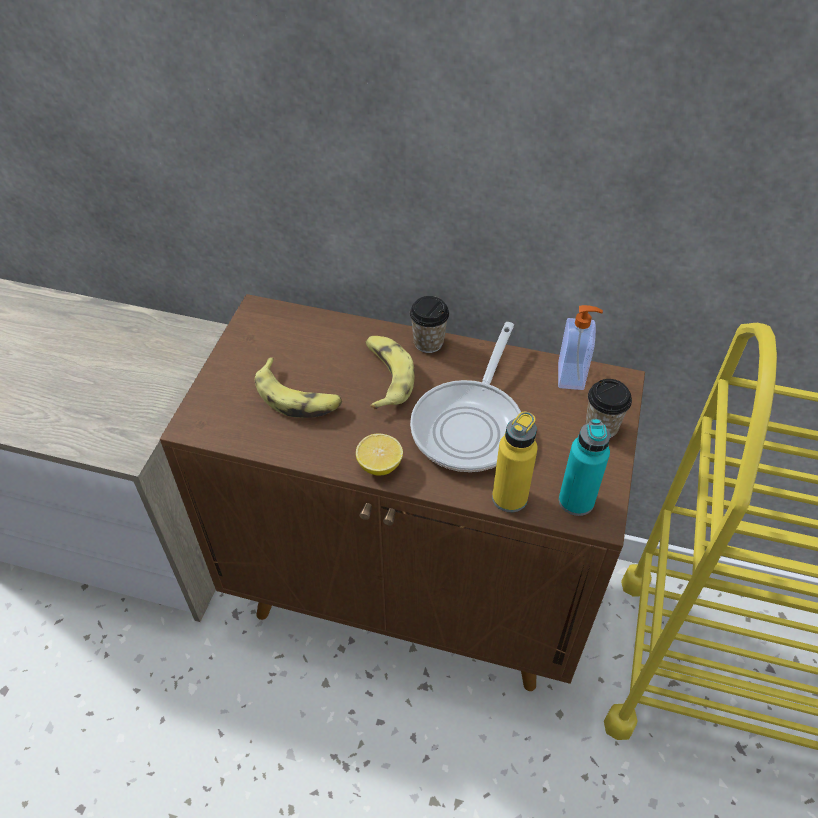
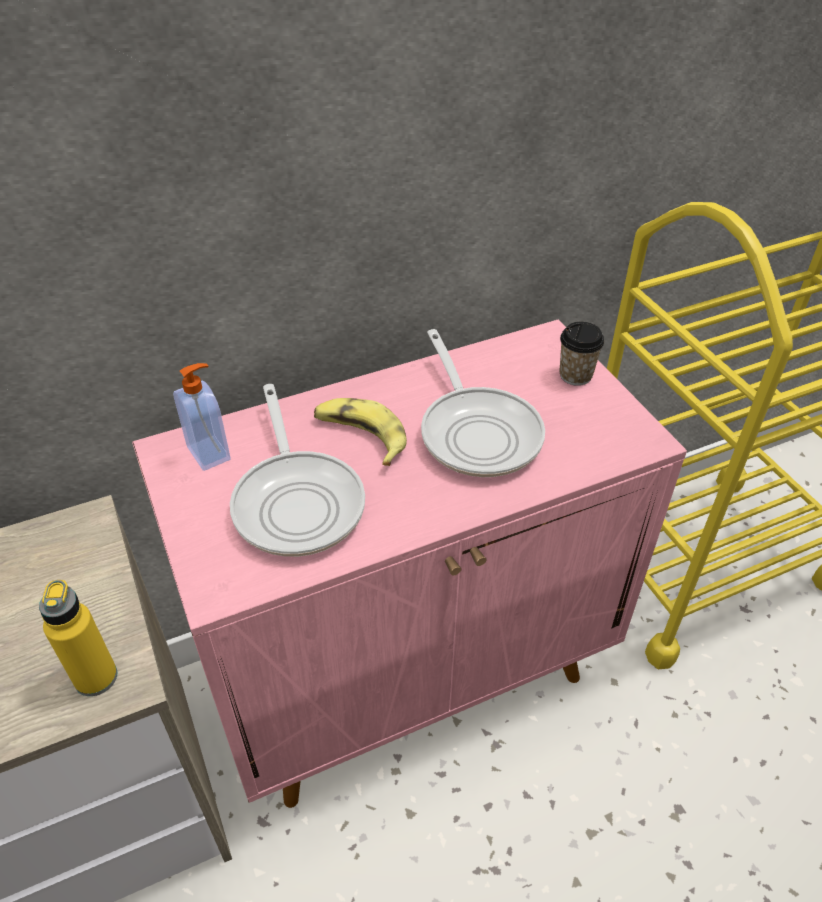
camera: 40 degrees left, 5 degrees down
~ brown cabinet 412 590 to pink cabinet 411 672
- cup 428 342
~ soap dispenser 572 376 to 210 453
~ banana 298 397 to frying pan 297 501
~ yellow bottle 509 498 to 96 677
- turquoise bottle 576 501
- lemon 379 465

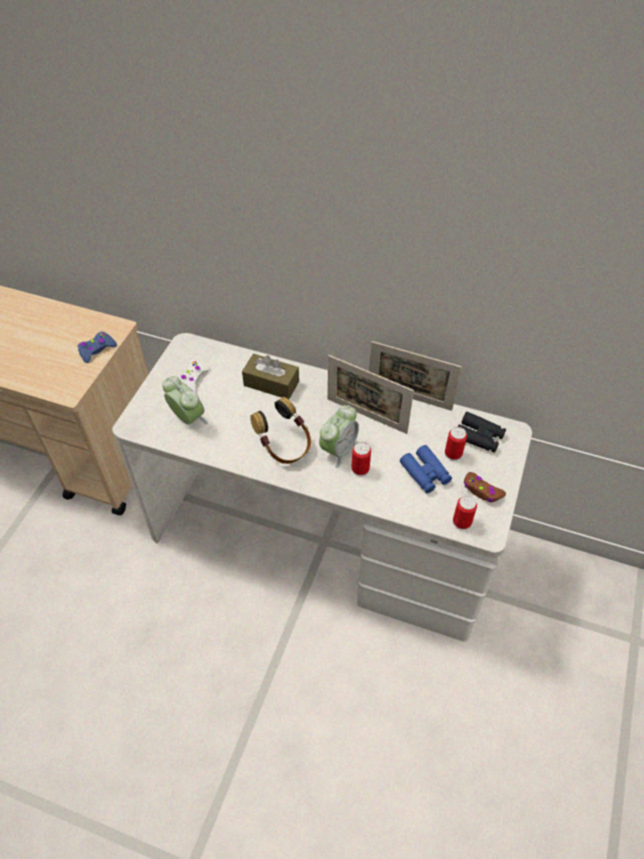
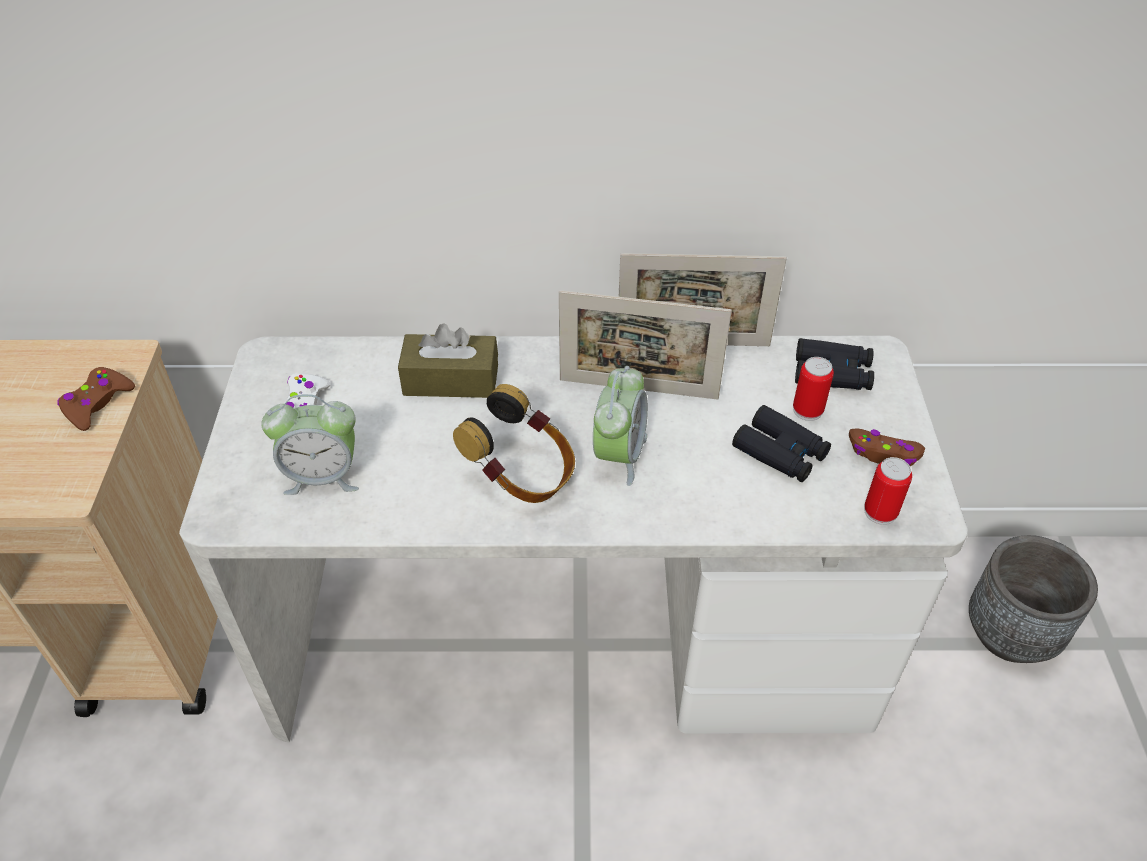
camera: 20 degrees left, 5 degrees down
~ blue game controller 97 350 to brown game controller 97 404
~ alarm clock 187 418 = 323 476 150 degrees clockwise
- can 360 469
~ blue binoculars 425 473 to black binoculars 780 452
+ grey planter 1010 634

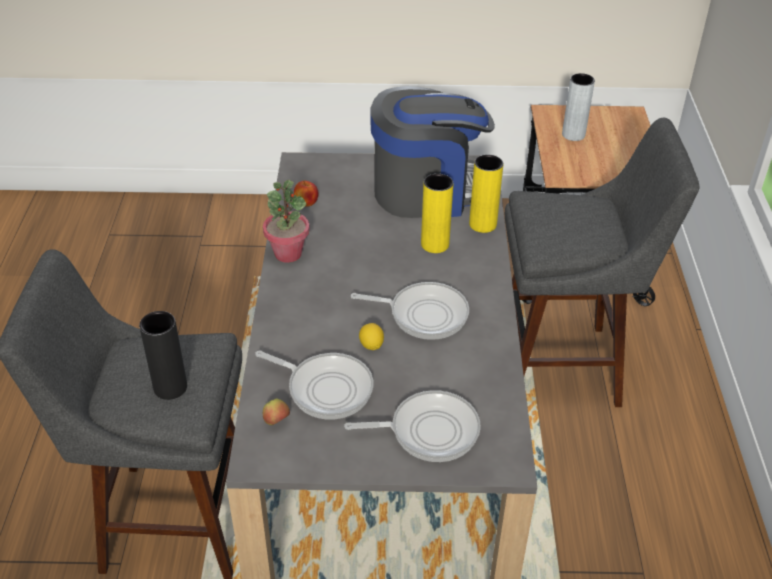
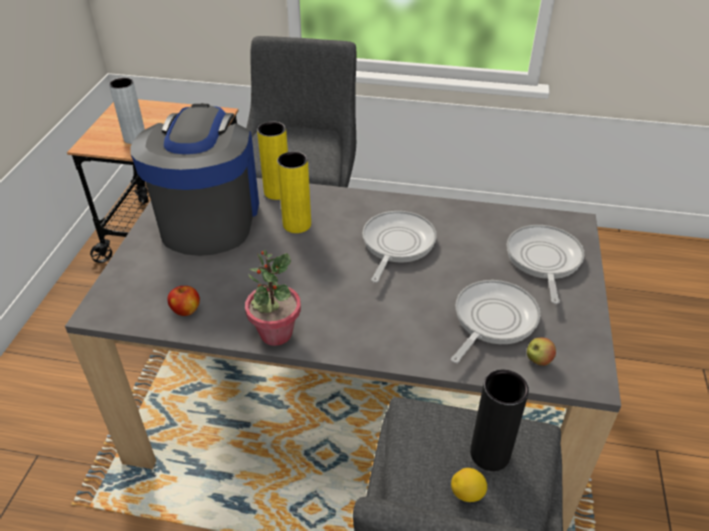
camera: 80 degrees left, 0 degrees up
~ lemon 371 345 to 467 493

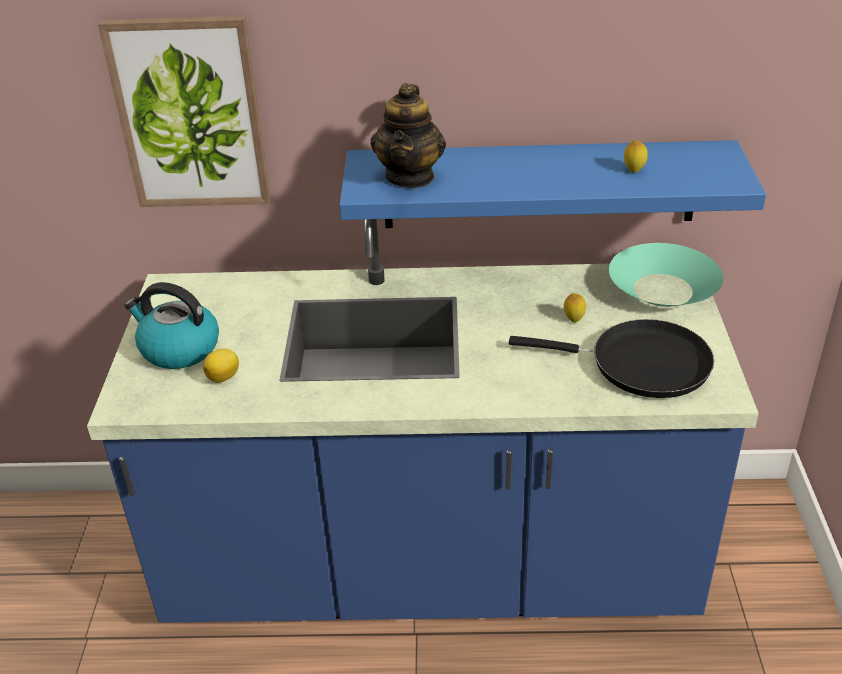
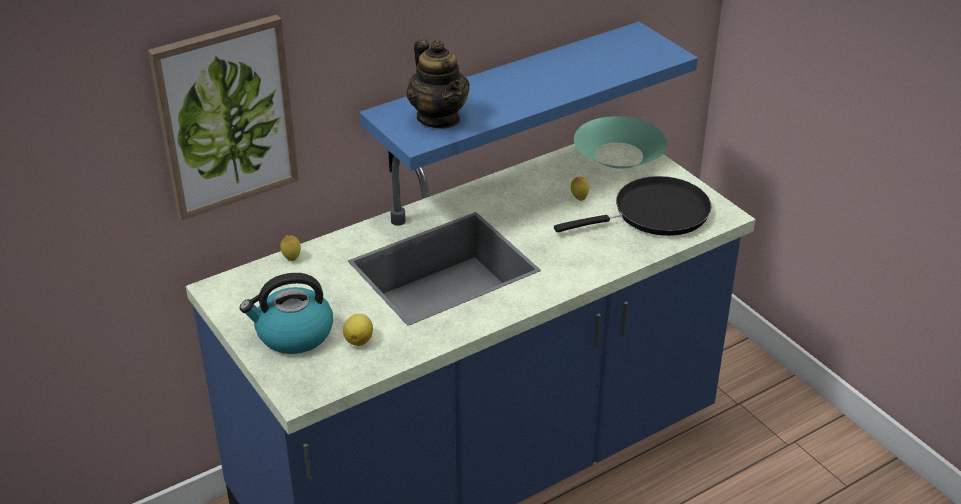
camera: 35 degrees left, 0 degrees up
~ lemon 634 170 to 291 258

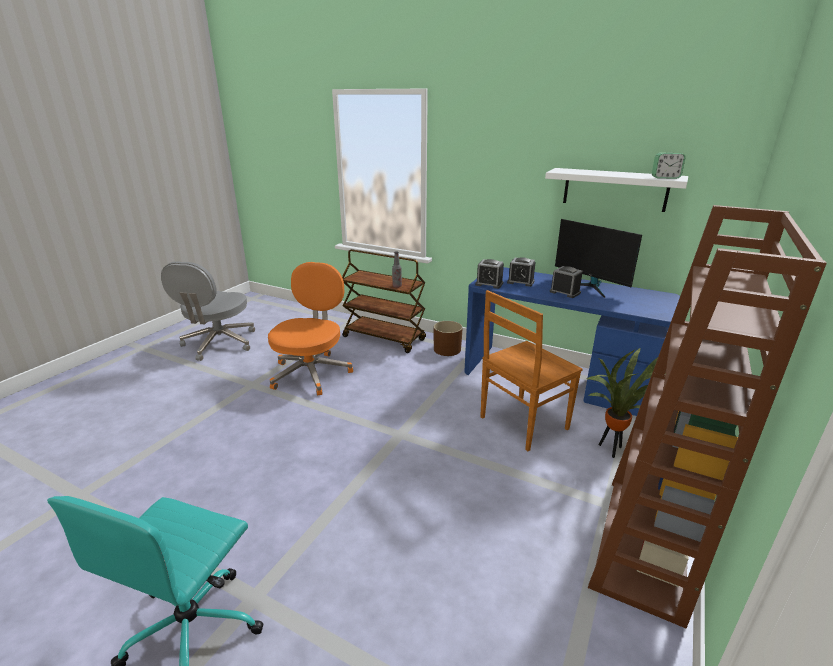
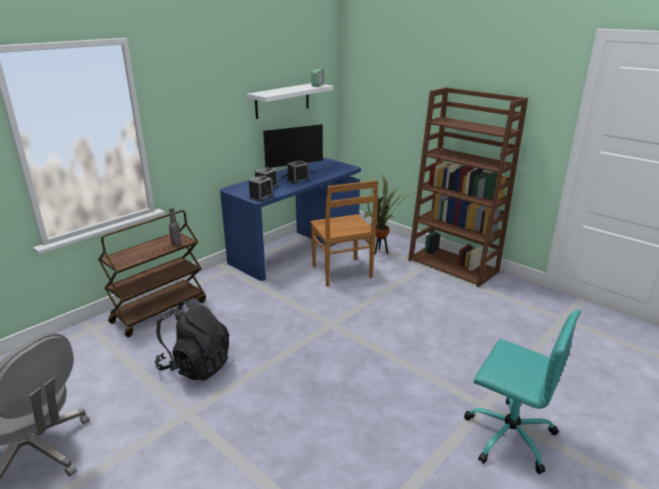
camera: 75 degrees left, 0 degrees up
~ orange office chair 311 373 to black backpack 195 366
- brown planter 447 349

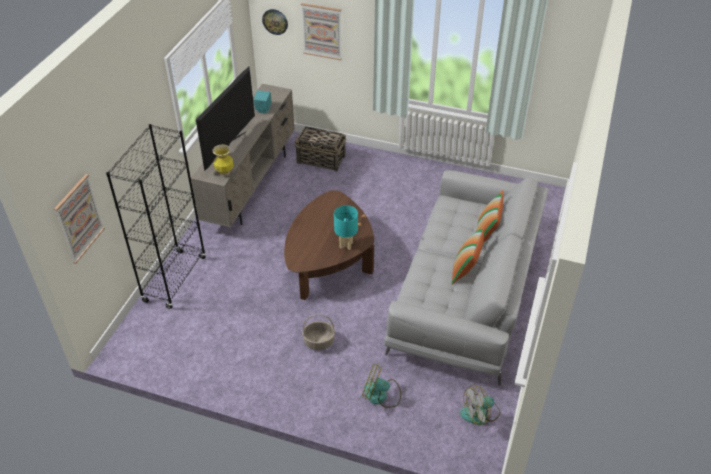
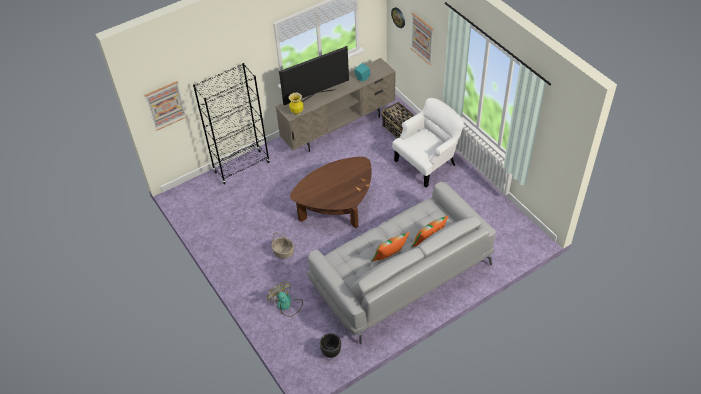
camera: 40 degrees right, 5 degrees up
- turquoise table lamp 346 245
~ fan 480 413 to black planter 331 352
+ white armchair 427 162

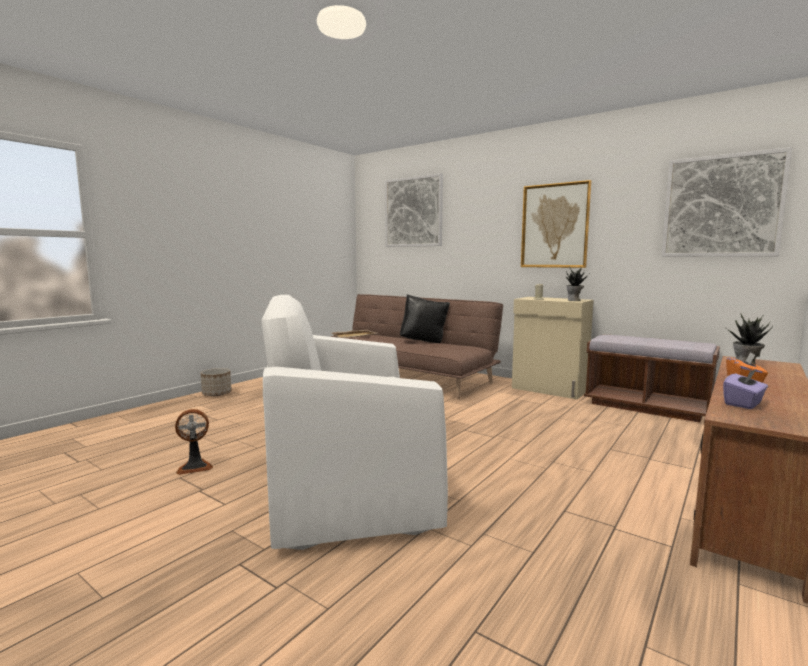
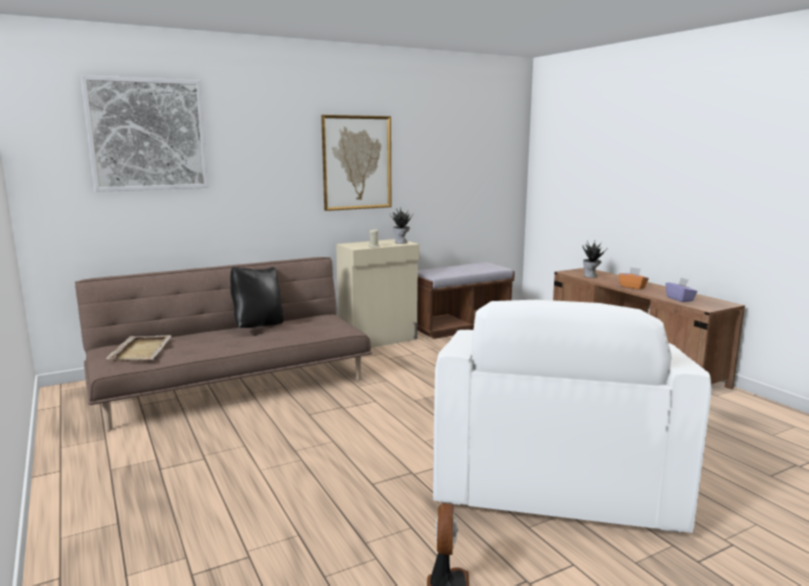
camera: 65 degrees left, 5 degrees up
- picture 721 206
- planter 216 394

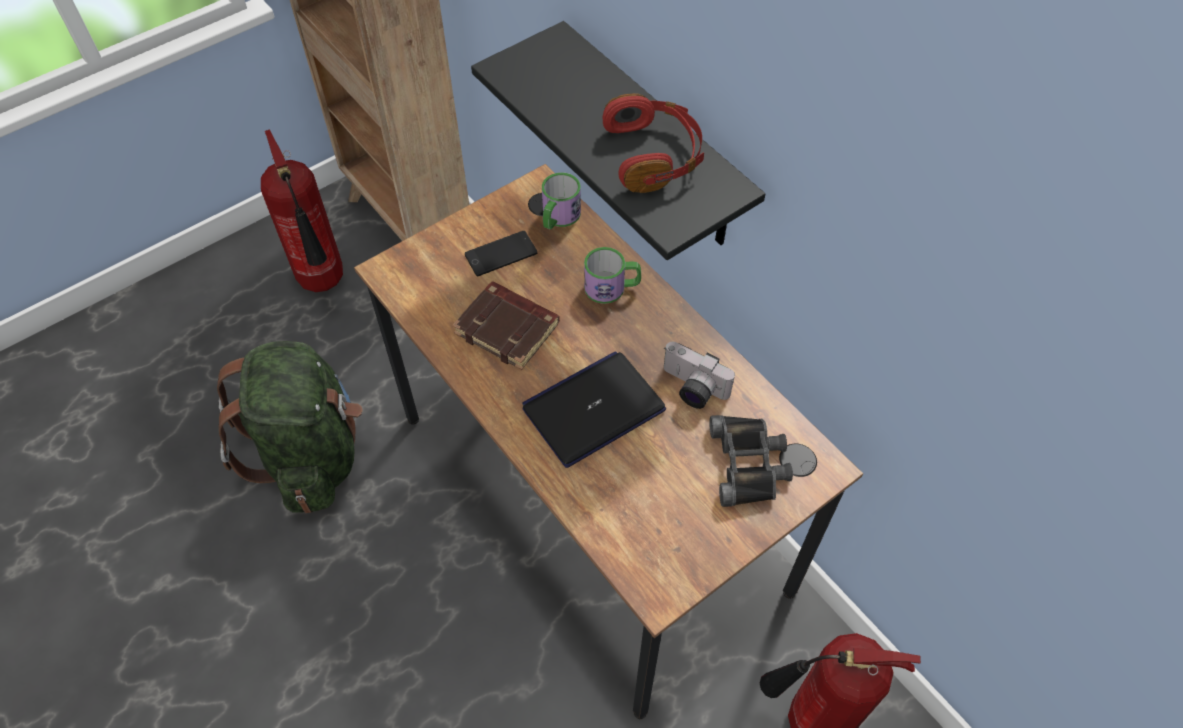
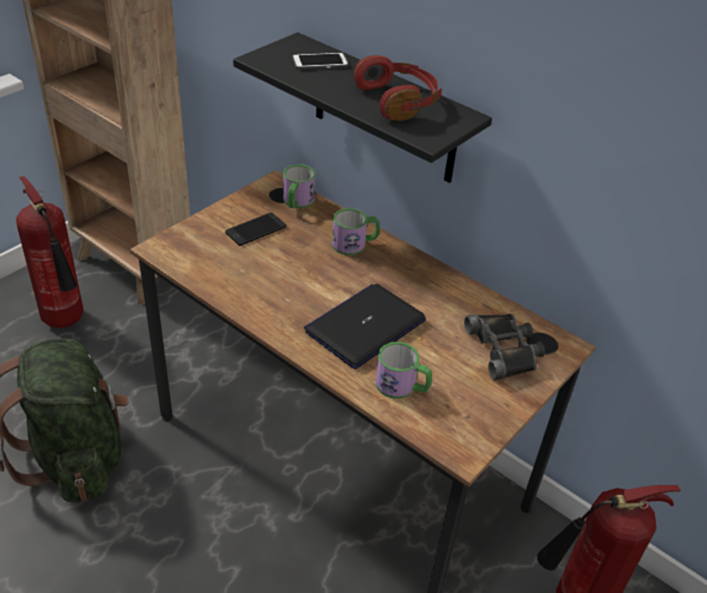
camera: 15 degrees left, 15 degrees down
- brown book 509 329
- photo camera 691 388
+ phone 320 62
+ mug 402 386

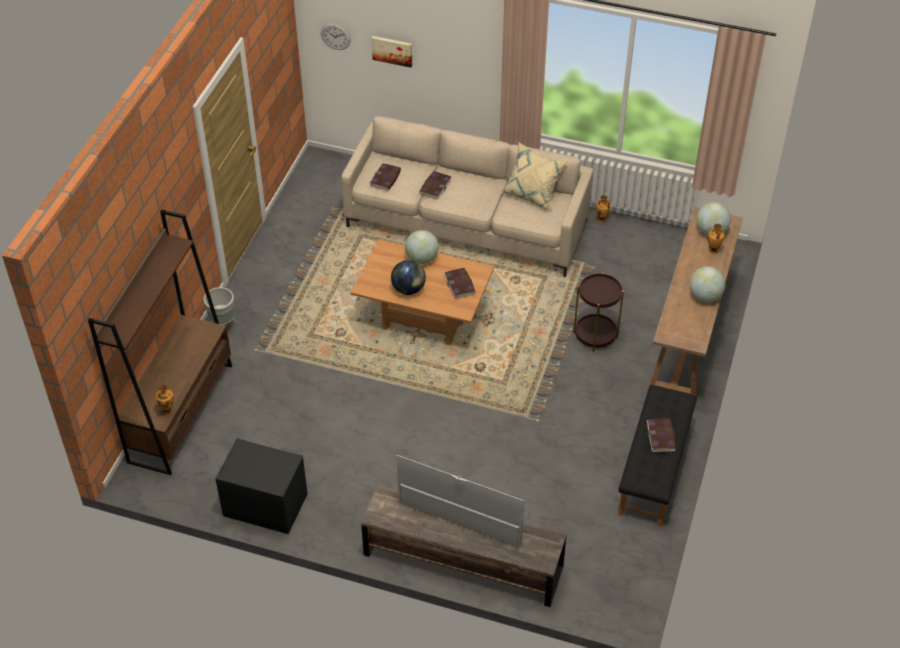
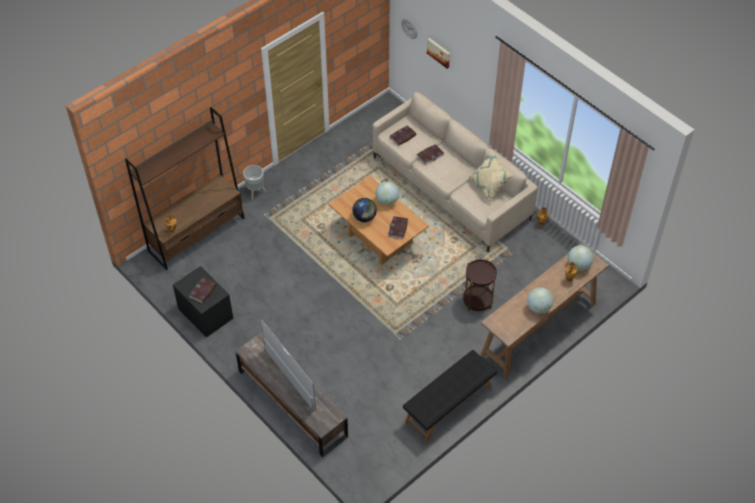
camera: 30 degrees right, 5 degrees up
~ book 661 436 to 203 291

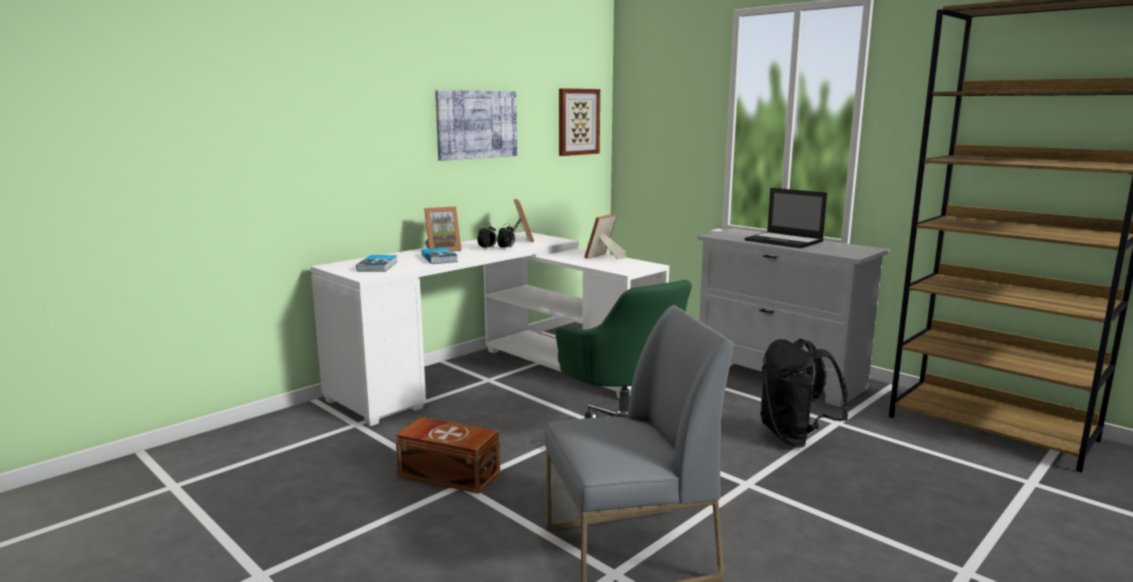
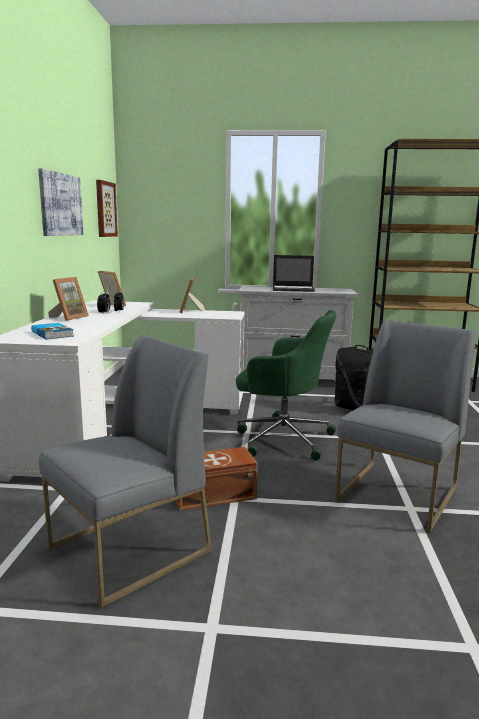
camera: 40 degrees left, 0 degrees up
- book 440 258
+ grey chair 129 550

